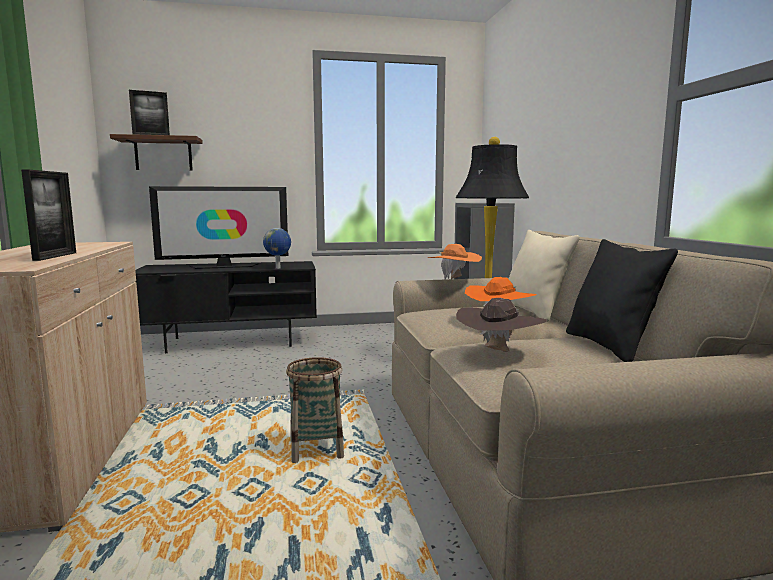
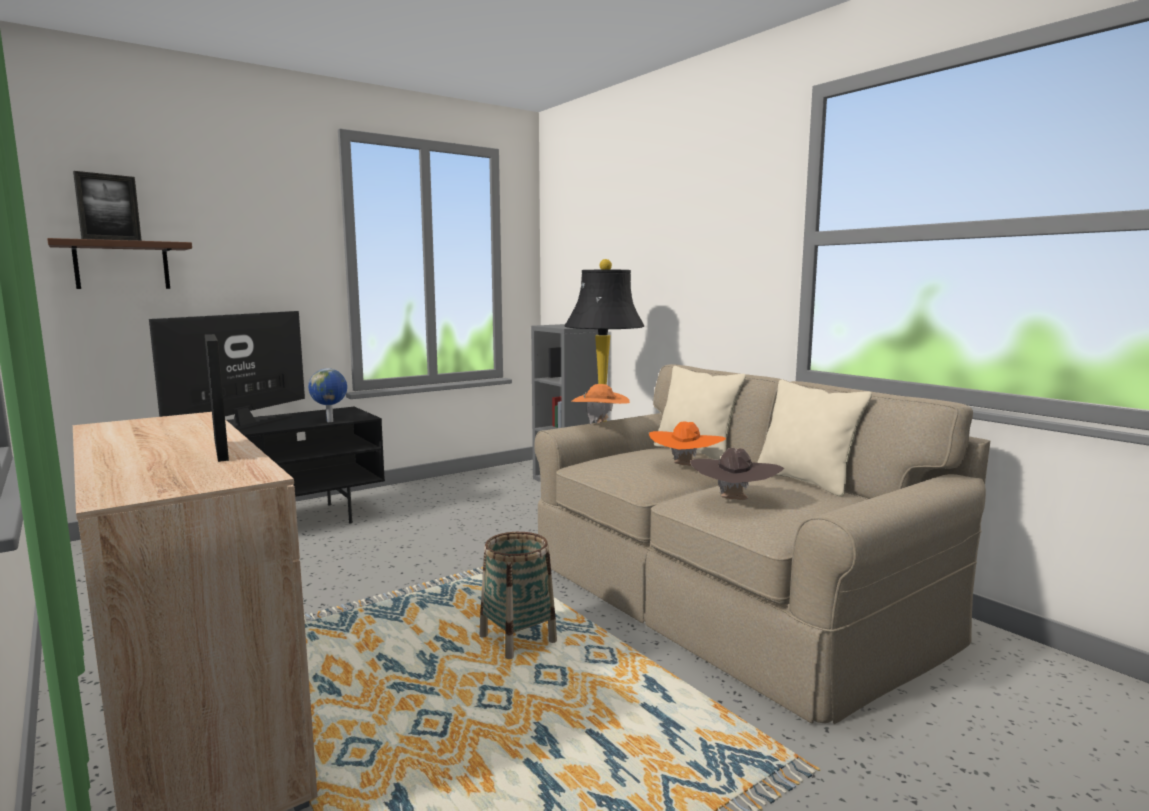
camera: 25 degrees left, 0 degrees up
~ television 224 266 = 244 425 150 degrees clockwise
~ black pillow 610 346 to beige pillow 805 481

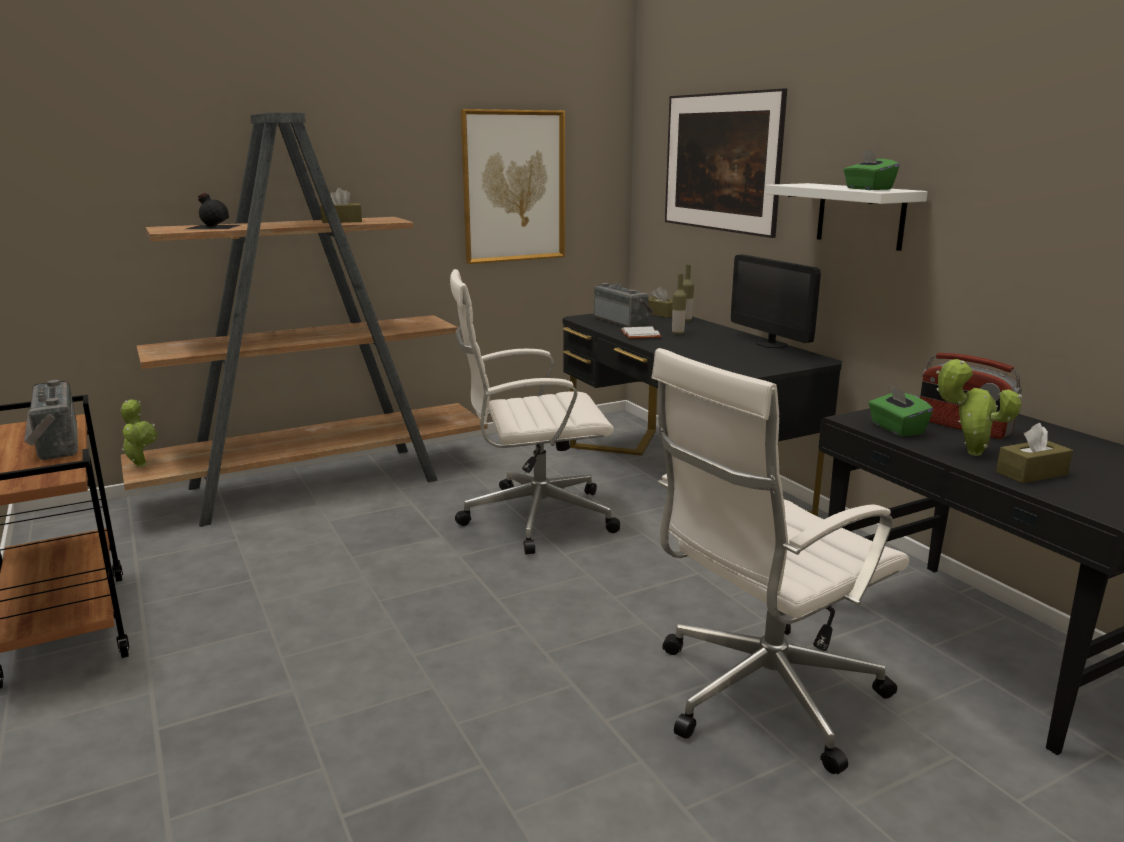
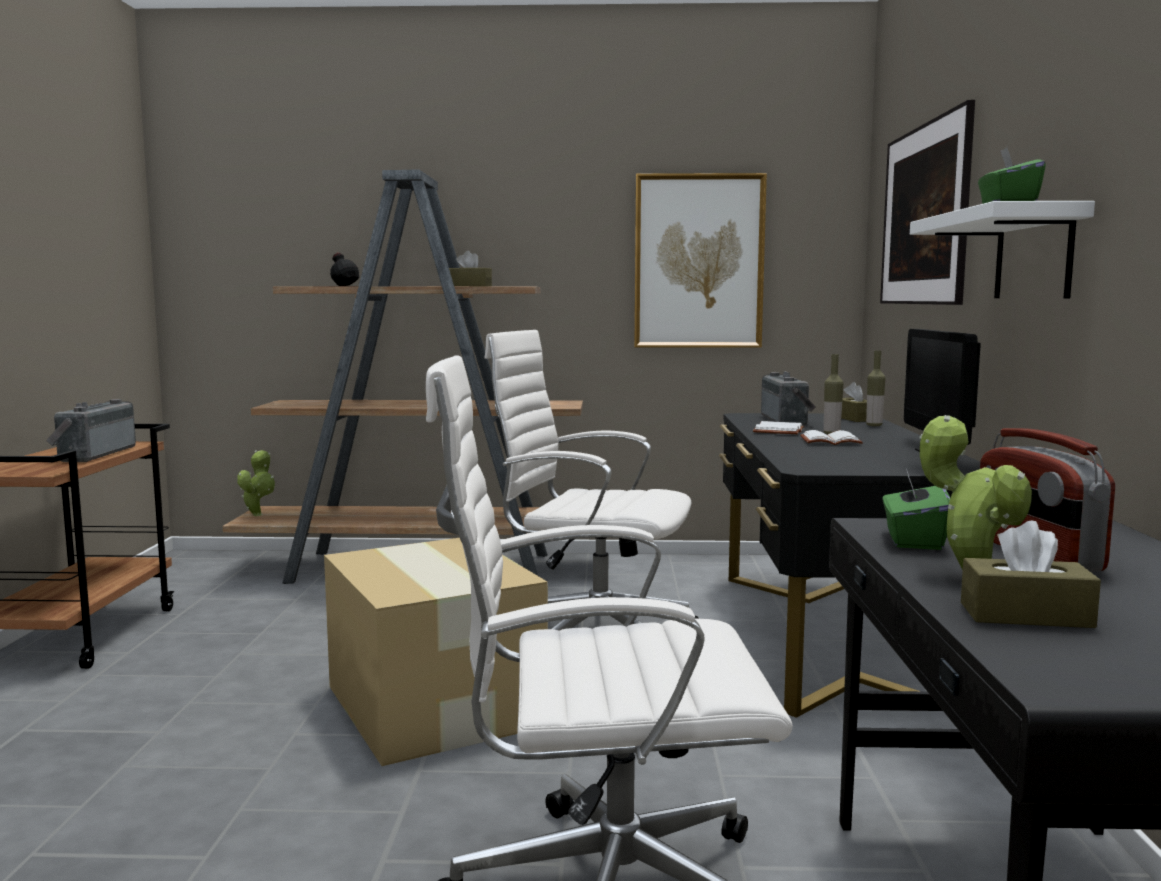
camera: 30 degrees right, 10 degrees down
+ white book 829 441
+ cardboard box 434 704

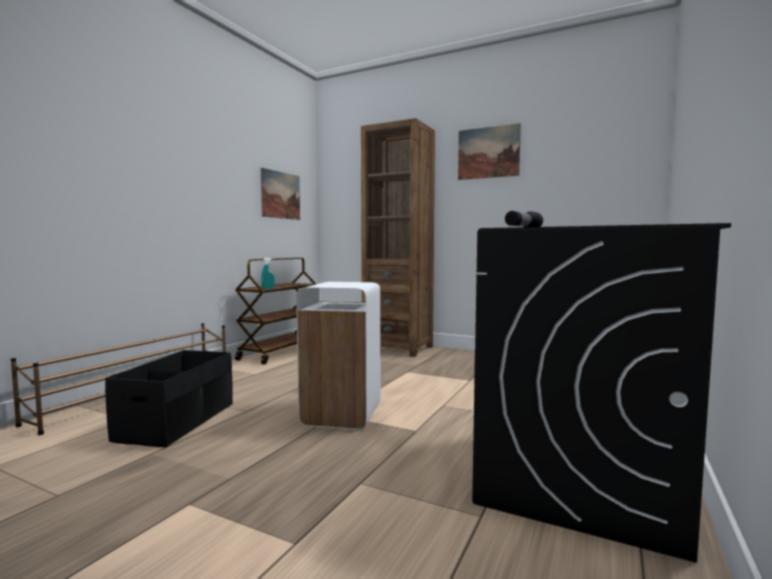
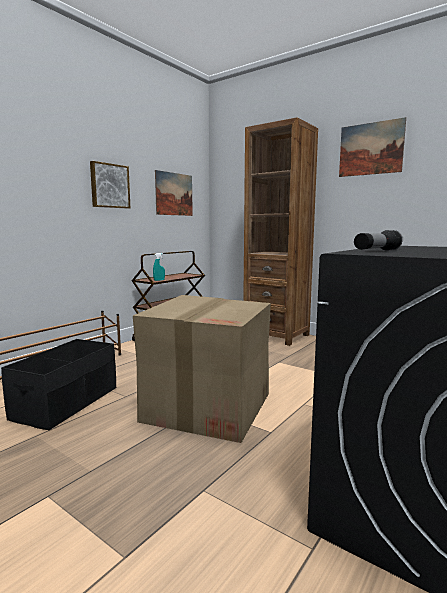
camera: 10 degrees right, 5 degrees up
~ white trash can 343 414 to cardboard box 208 406
+ picture 109 186

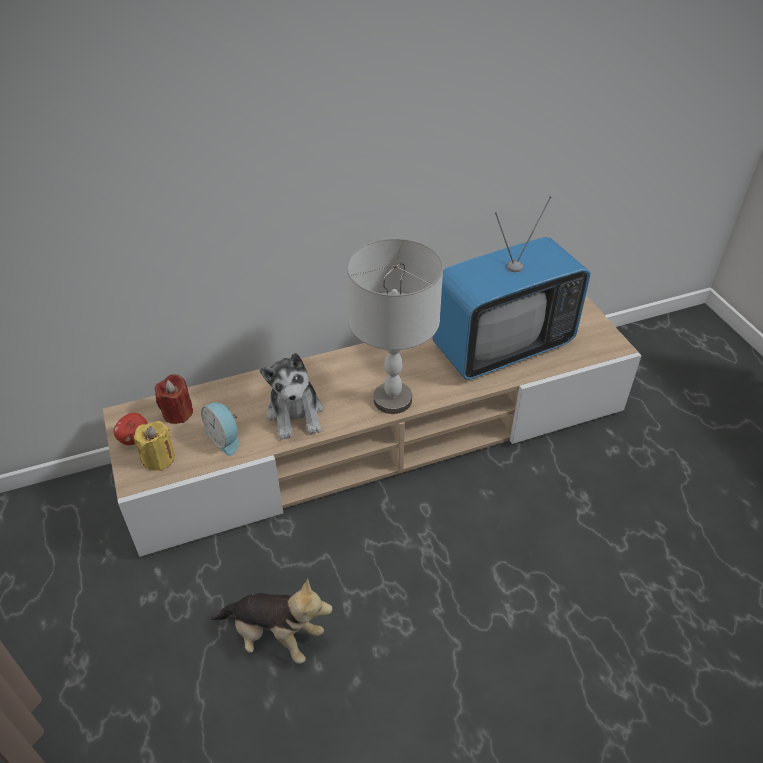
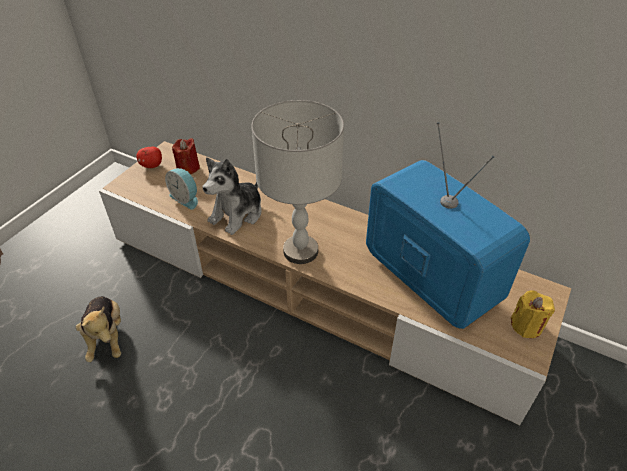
camera: 50 degrees right, 0 degrees up
~ television 502 347 = 429 279 150 degrees counterclockwise
~ alarm clock 225 438 = 186 198 60 degrees counterclockwise
~ yellow candle 158 458 to 526 326

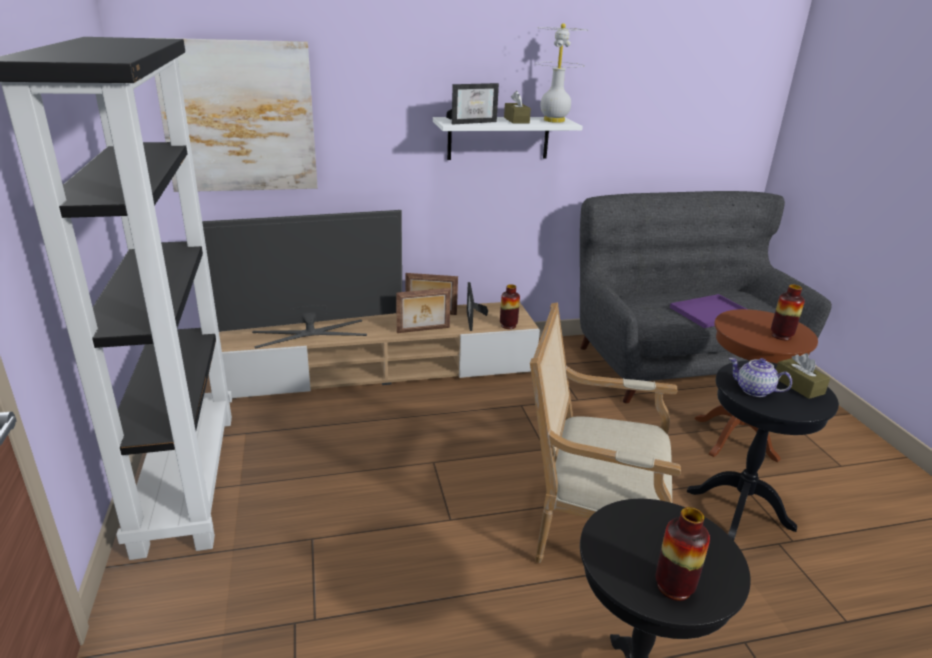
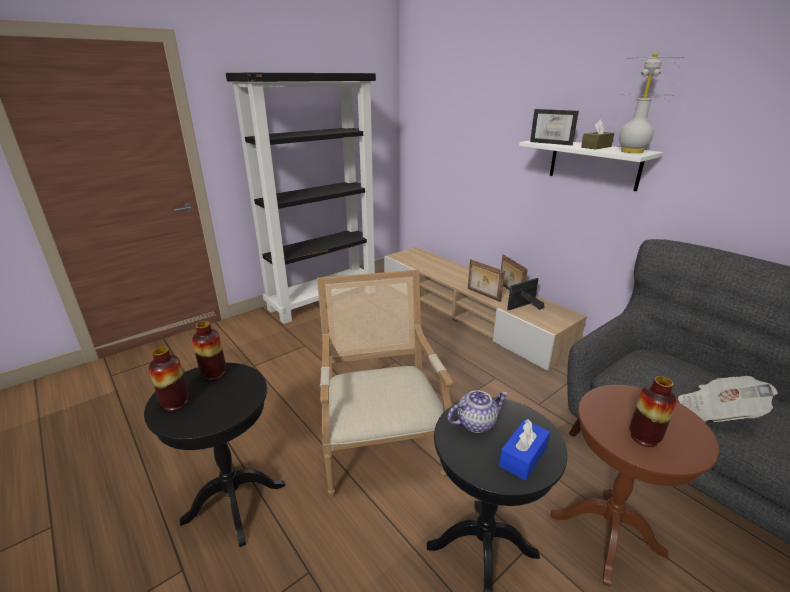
camera: 65 degrees right, 0 degrees up
- picture 239 117
- television 310 333
~ vase 508 325 to 214 374
~ purple tray 710 313 to newspaper 718 412
~ brown tissue box 798 385 to blue tissue box 523 456
~ teapot 753 390 = 476 422 60 degrees clockwise

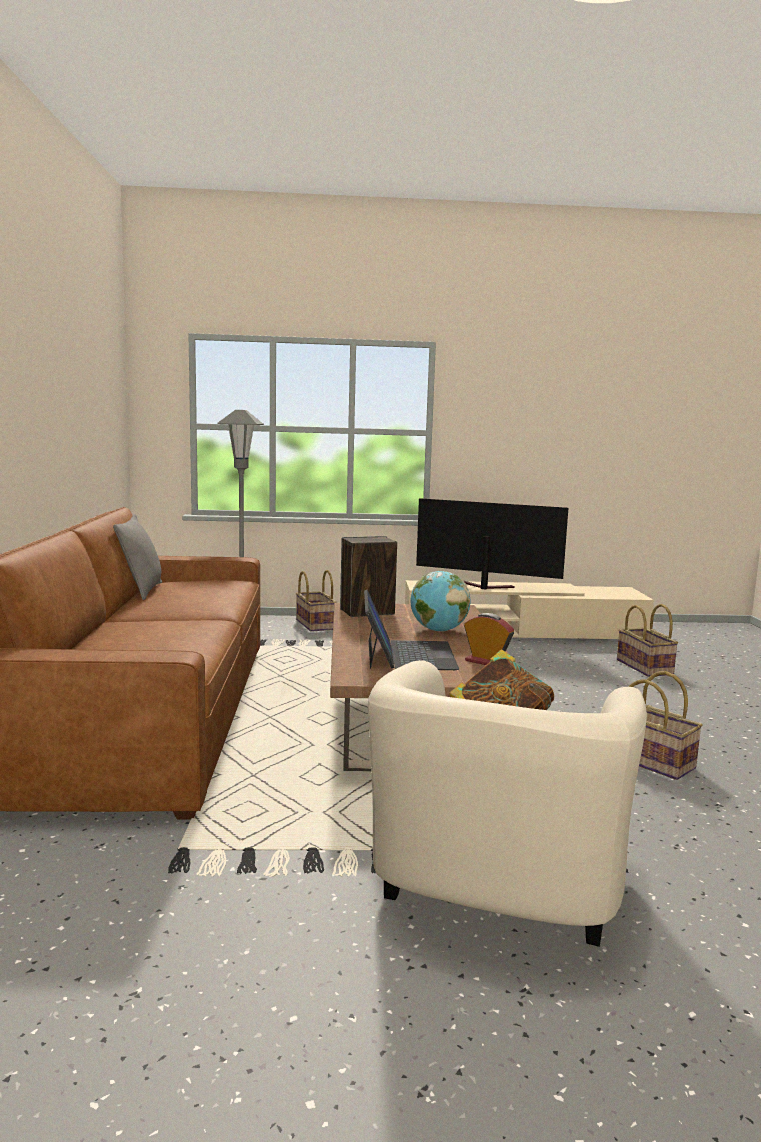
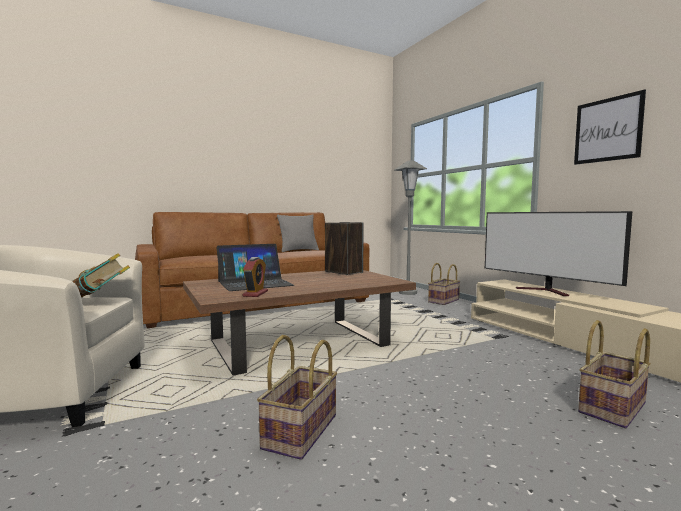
camera: 65 degrees right, 5 degrees down
~ television 483 587 = 546 291 150 degrees clockwise
- globe 438 630
+ picture 607 130

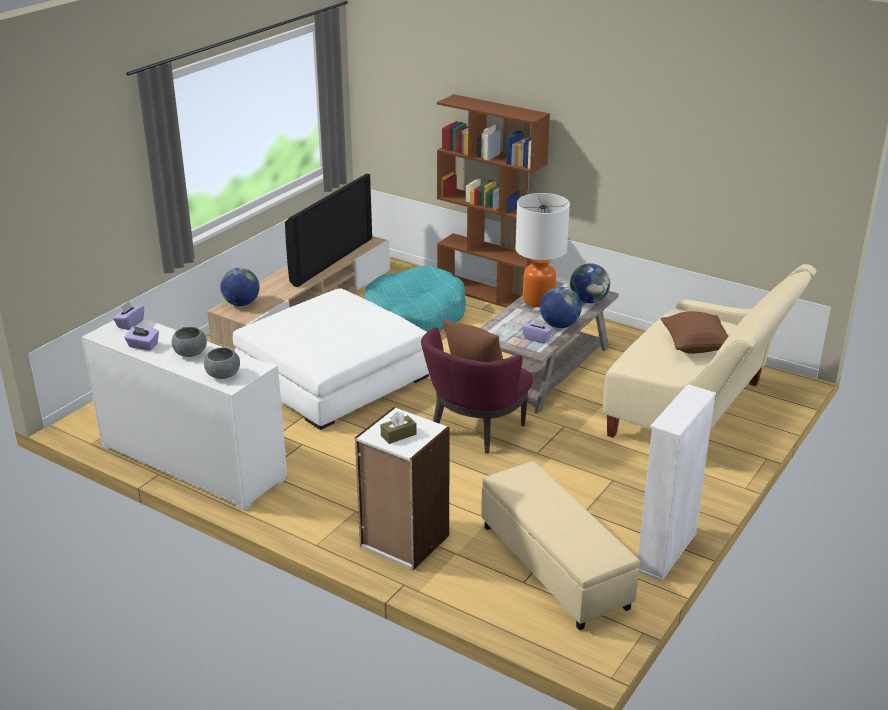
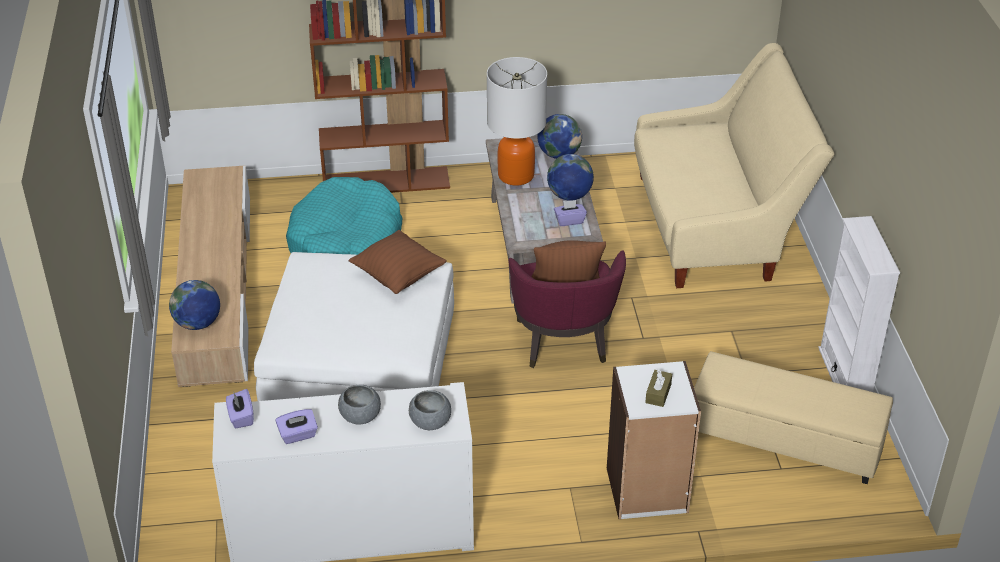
camera: 40 degrees left, 10 degrees up
- television 330 259
~ brown pillow 695 347 to 398 276

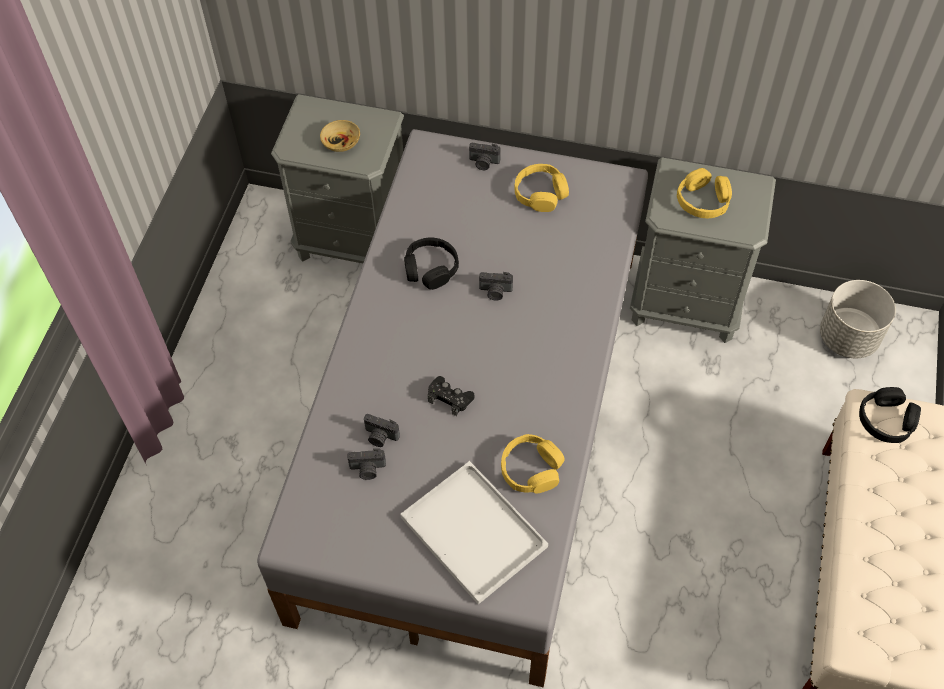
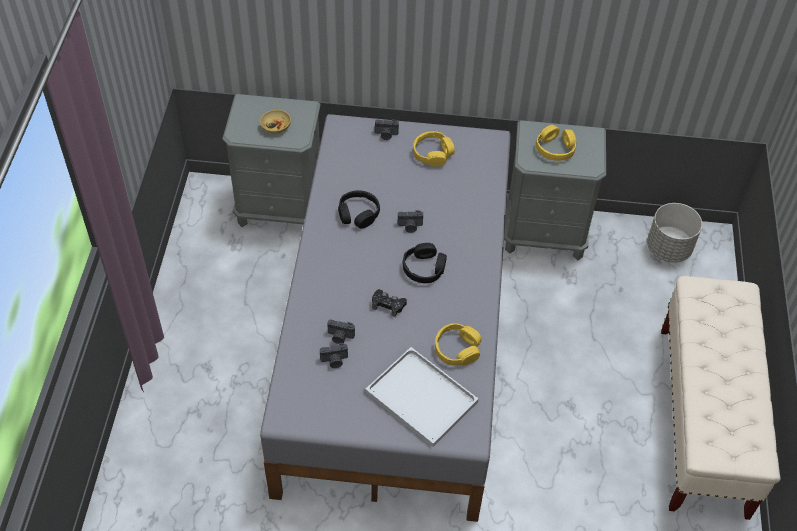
camera: 10 degrees left, 5 degrees down
~ black headphones 886 420 to 424 268

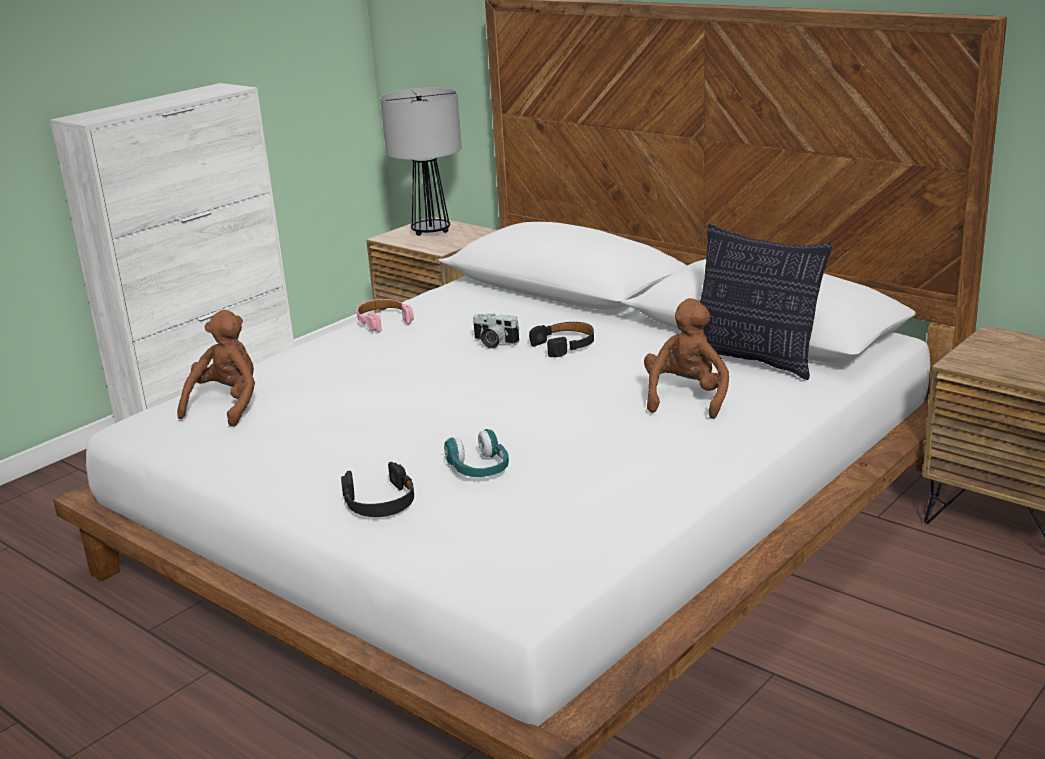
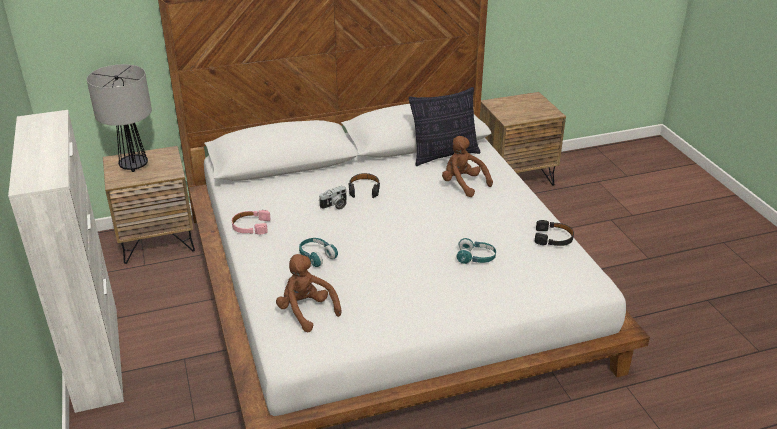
camera: 60 degrees left, 10 degrees up
~ black headphones 380 502 to 553 238
+ turquoise headphones 317 256

